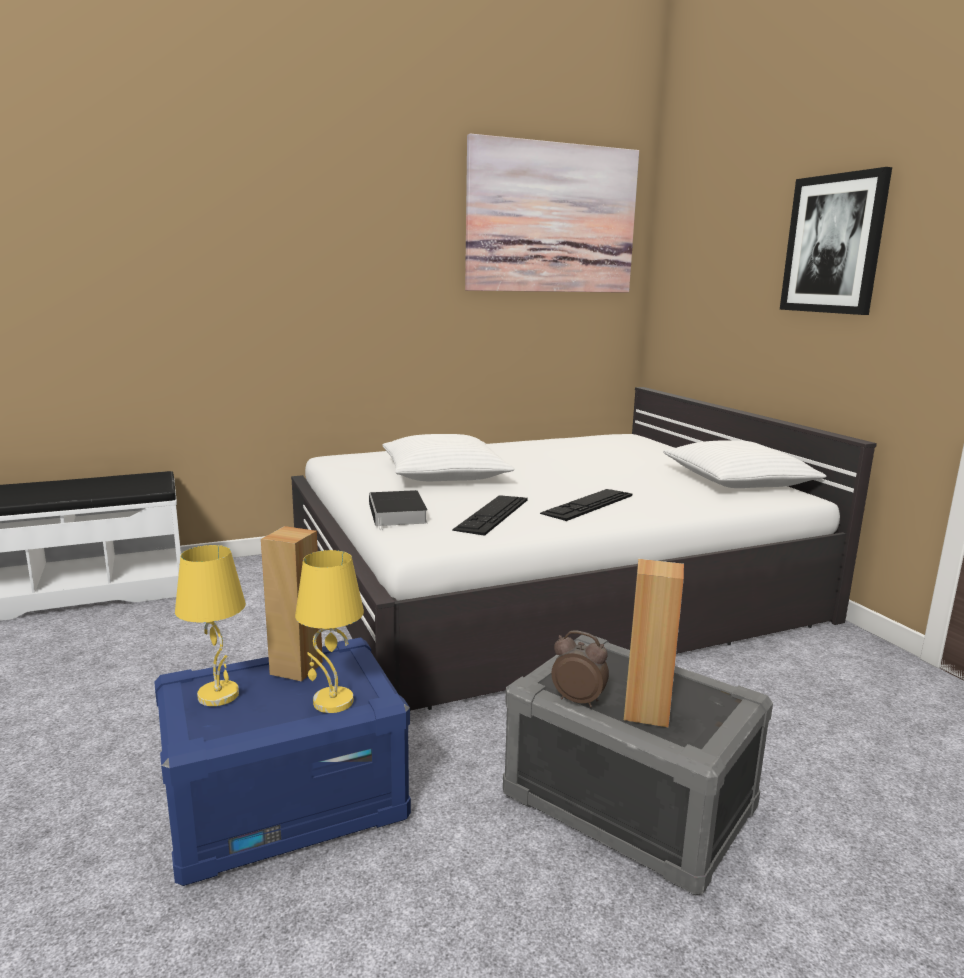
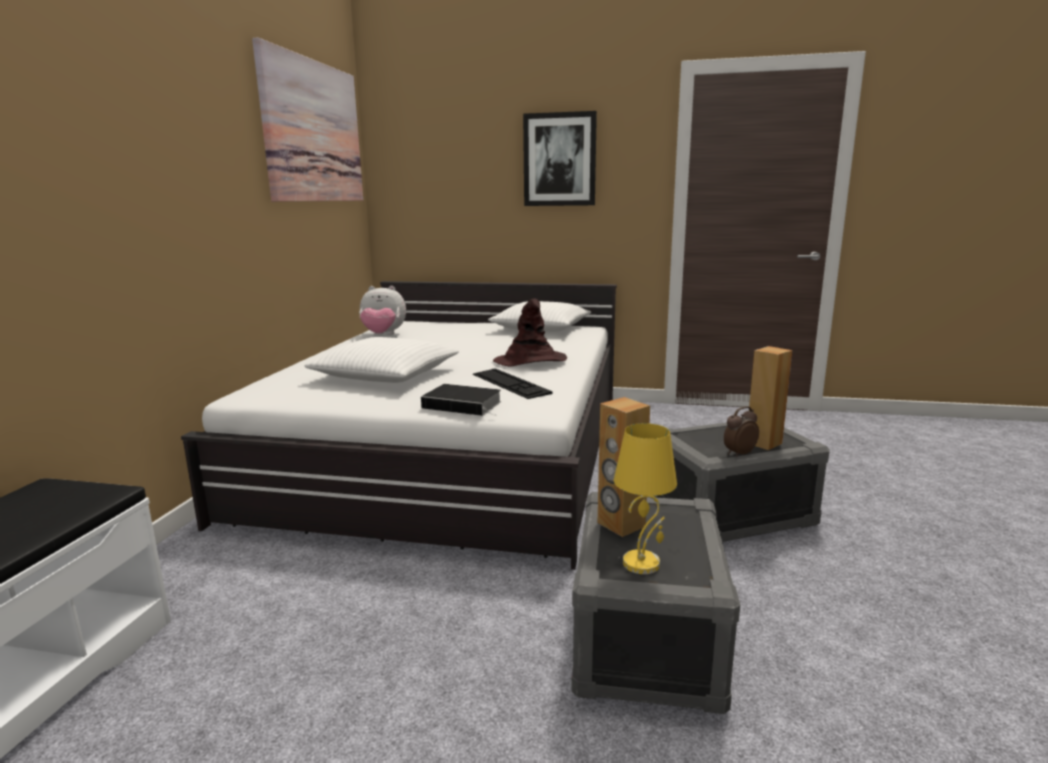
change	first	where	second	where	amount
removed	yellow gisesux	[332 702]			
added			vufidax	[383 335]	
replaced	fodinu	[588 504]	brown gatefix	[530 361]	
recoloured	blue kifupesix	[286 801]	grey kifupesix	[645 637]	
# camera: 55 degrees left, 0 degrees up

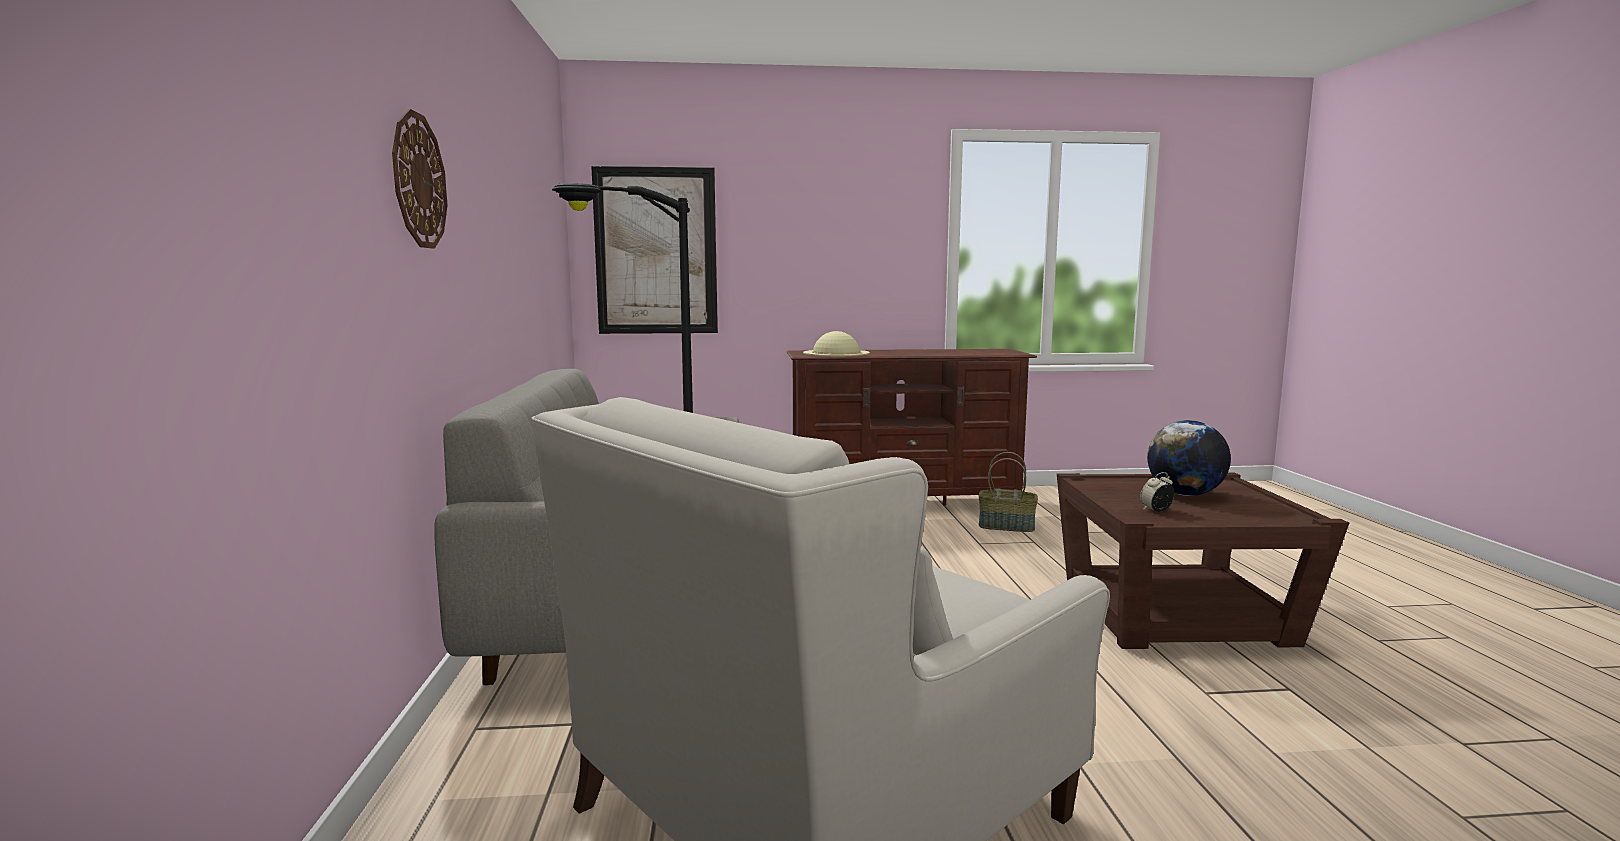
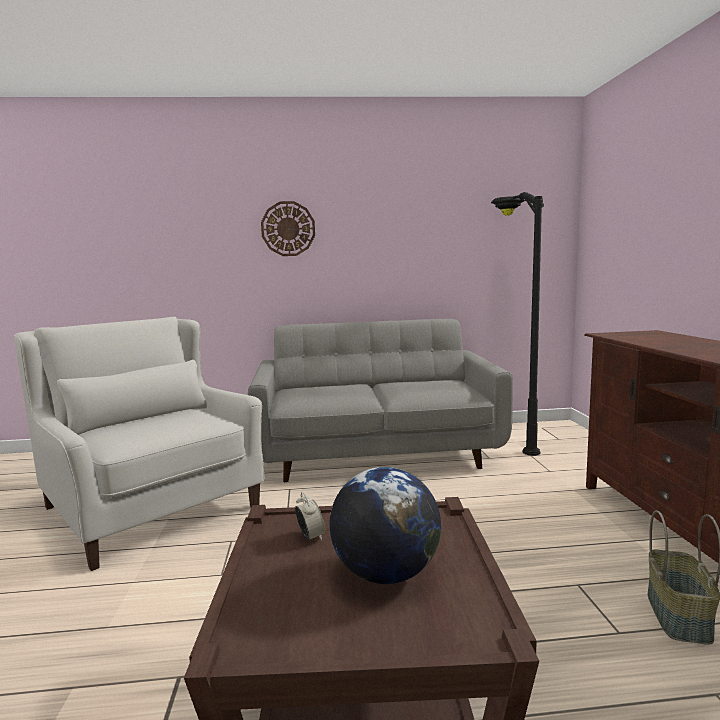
change	first	where	second	where	amount
removed	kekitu	[656 251]			
removed	beige gatefix	[836 353]			
# camera: 90 degrees right, 0 degrees up

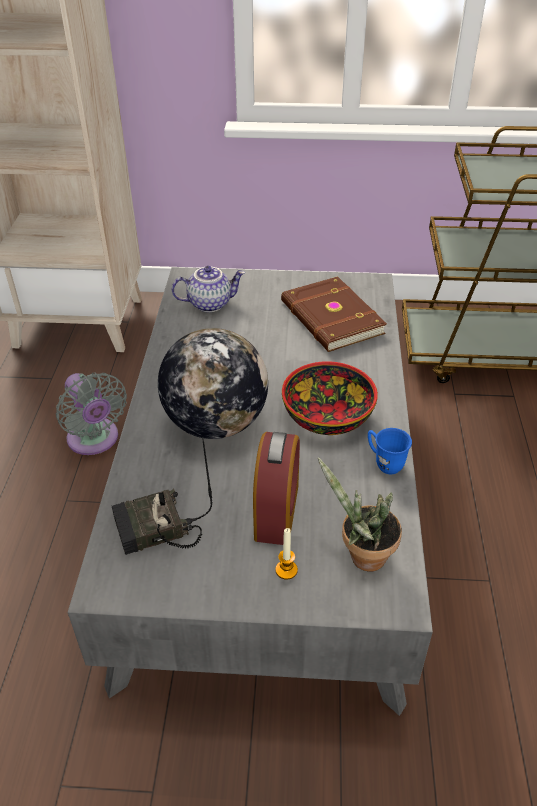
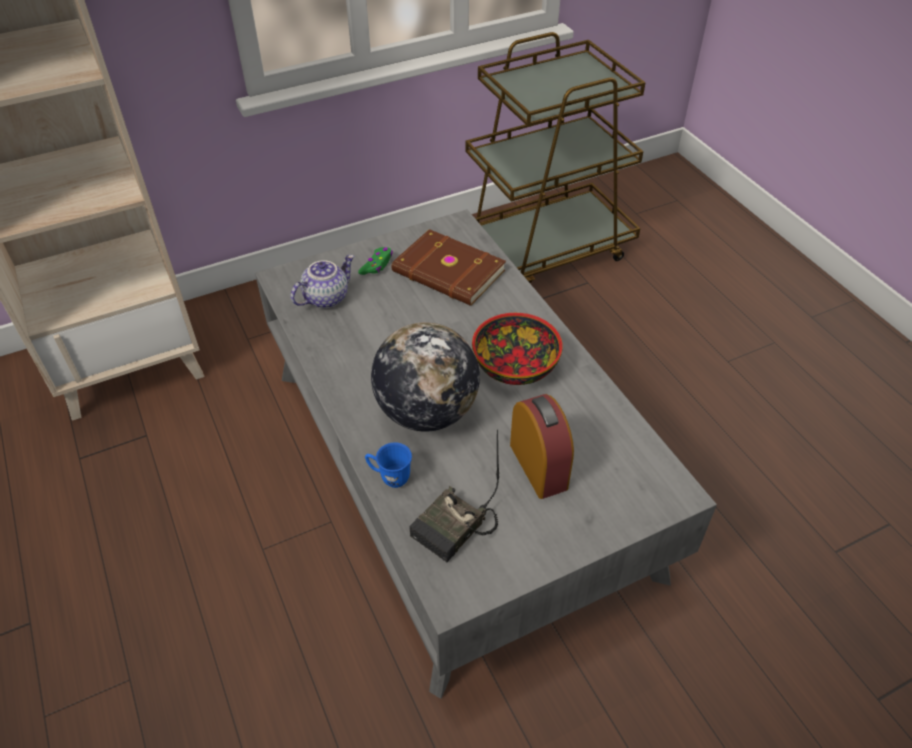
change	first	where	second	where	amount
removed	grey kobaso	[95 440]			
removed	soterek	[286 570]			
removed	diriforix	[362 556]			
added			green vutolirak	[377 265]	
moved	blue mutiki	[384 463]		[389 477]	
# camera: 30 degrees left, 5 degrees up

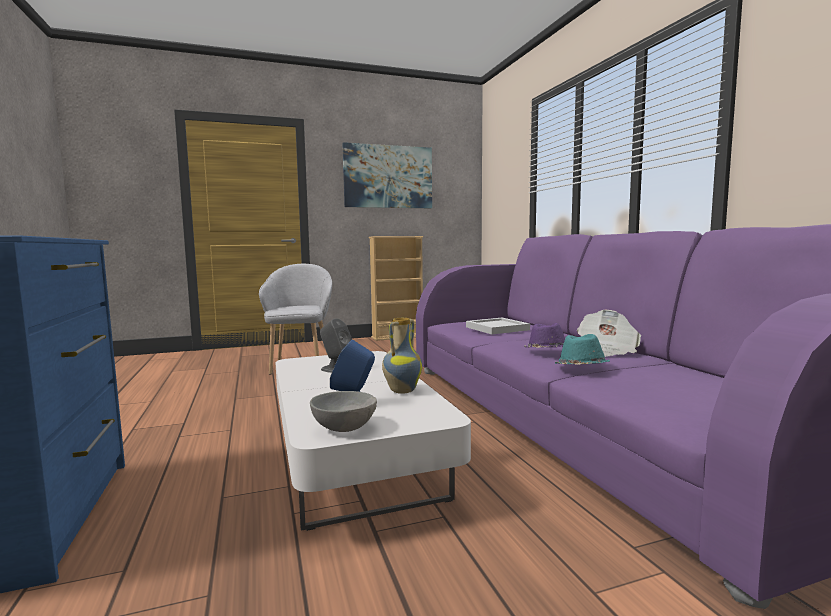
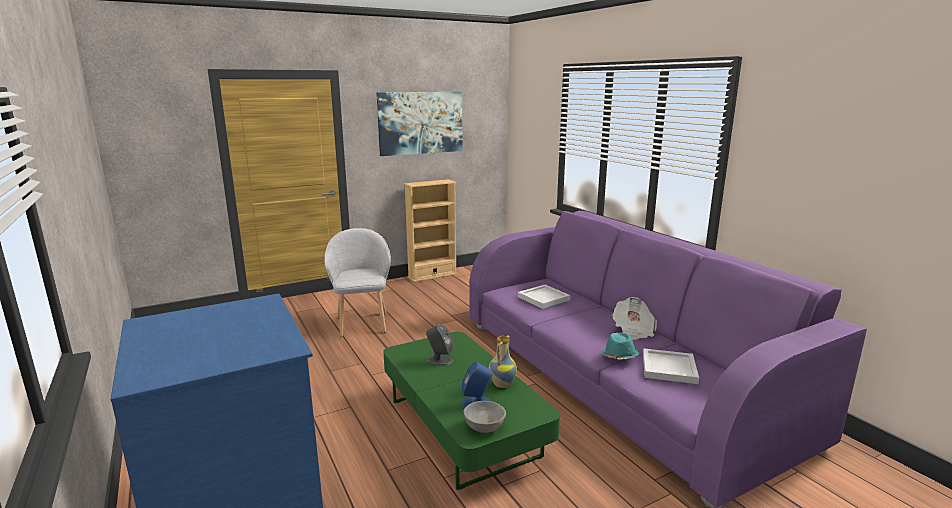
change	first	where	second	where	amount
removed	purple gatefix	[546 352]			
added			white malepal	[669 368]	
recoloured	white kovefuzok	[355 459]	green kovefuzok	[462 428]	
# camera: 10 degrees left, 10 degrees up

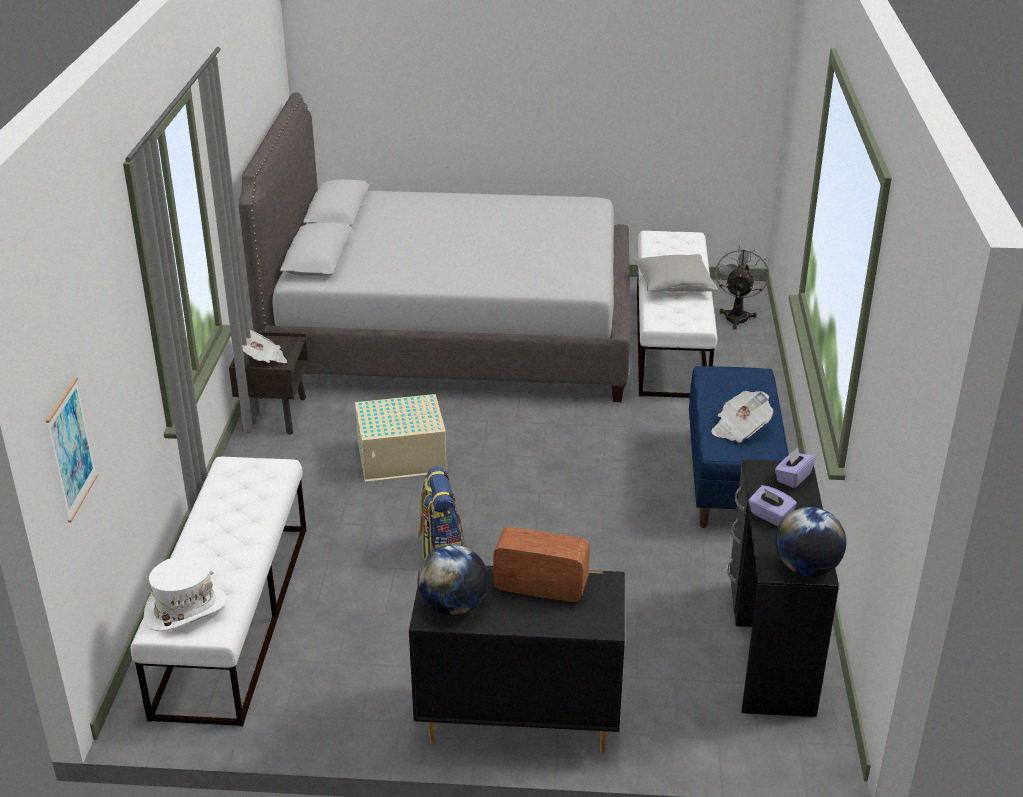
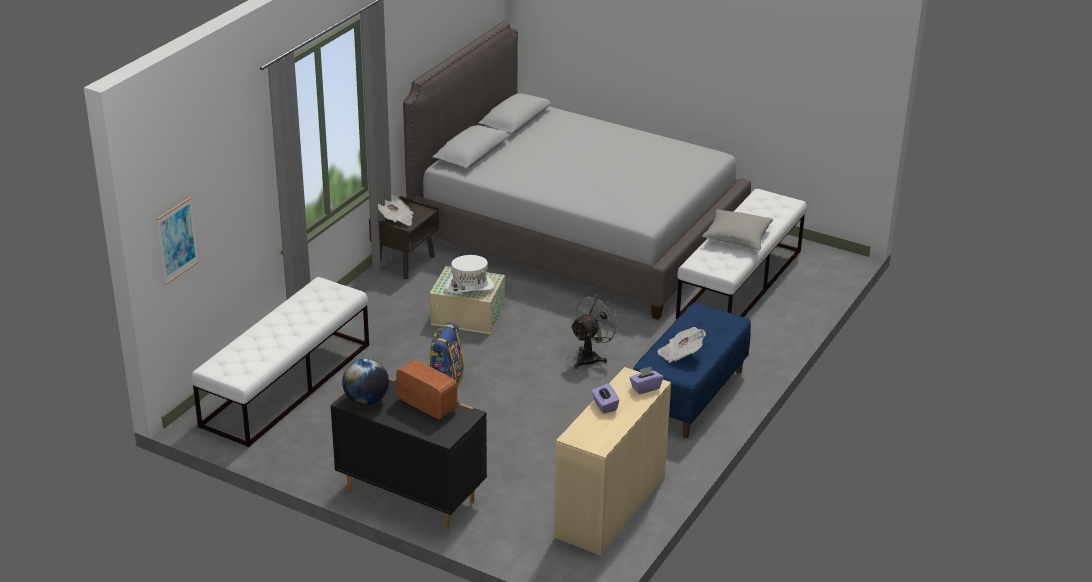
change	first	where	second	where	amount
removed	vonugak	[806 568]			
moved	white gatefix	[186 609]		[469 287]	
moved	grey kobaso	[737 316]		[591 357]	
recoloured	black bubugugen	[767 646]	beige bubugugen	[609 506]	
# camera: 25 degrees right, 0 degrees up

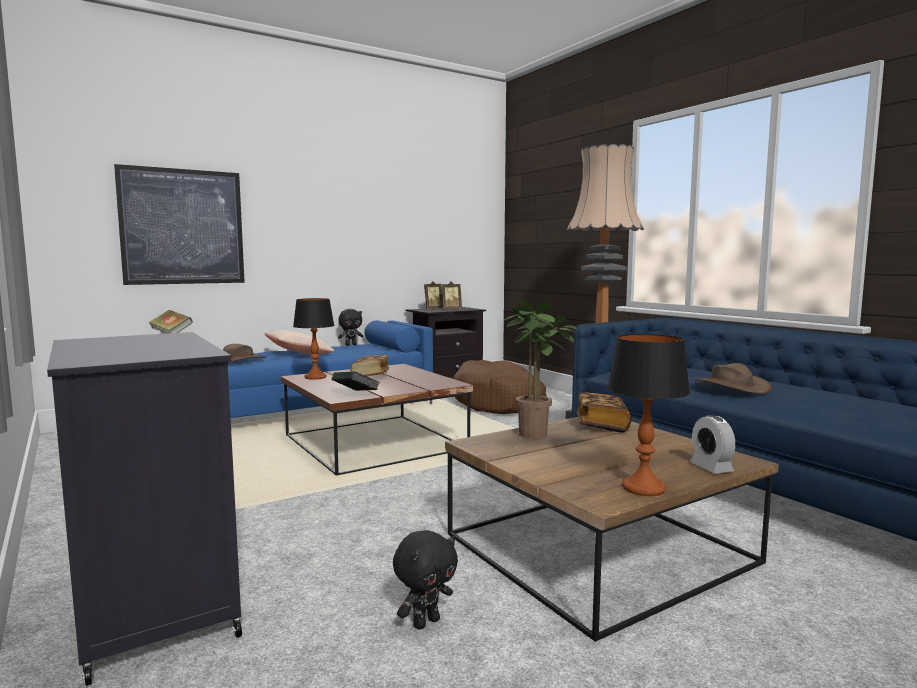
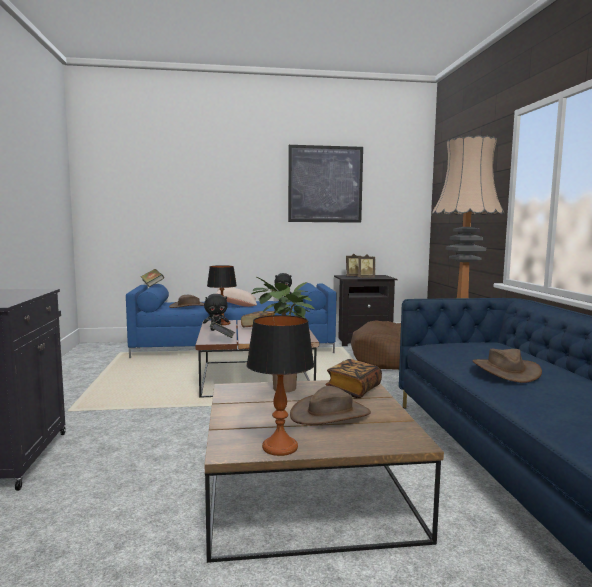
change	first	where	second	where	amount
removed	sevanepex	[711 468]			
added			brown gatefix	[330 414]	
moved	kekitu	[183 227]		[325 184]	
moved	black vufidax	[425 622]		[216 330]	
# camera: 25 degrees right, 0 degrees up

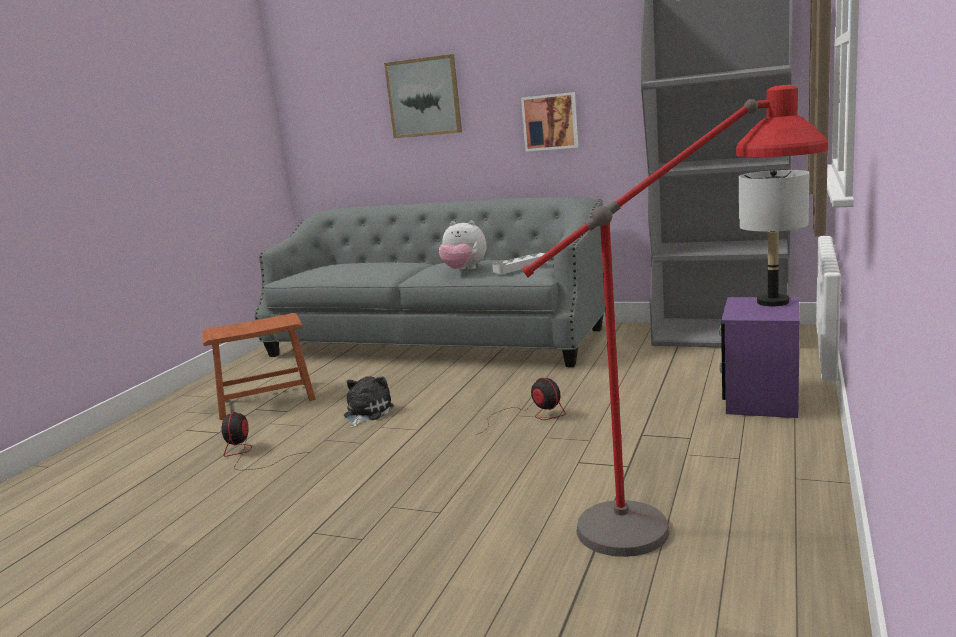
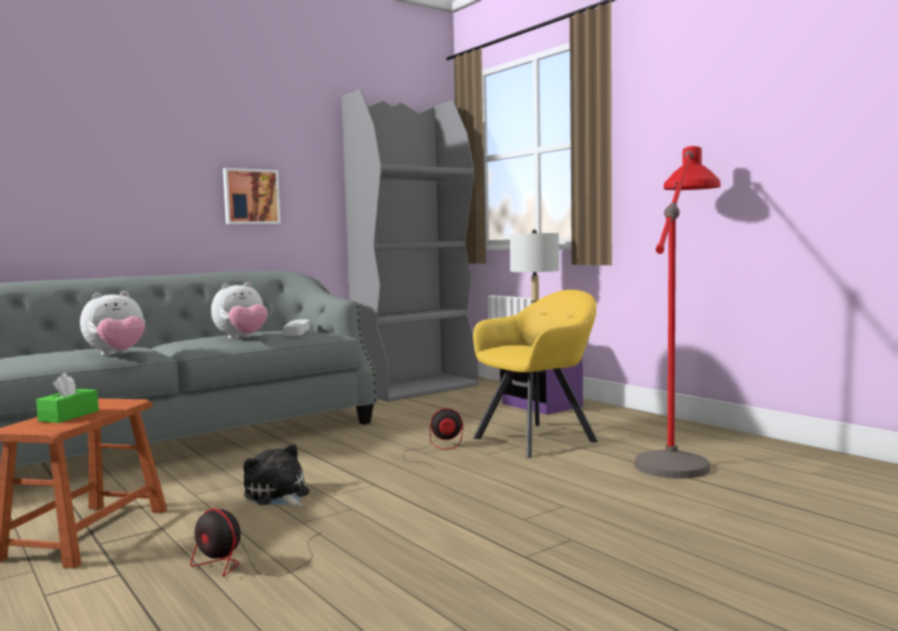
change	first	where	second	where	amount
removed	kekitu	[424 97]			
added			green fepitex	[69 416]	
added			vufidax	[117 354]	
added			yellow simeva	[539 438]	
# camera: 60 degrees left, 10 degrees down

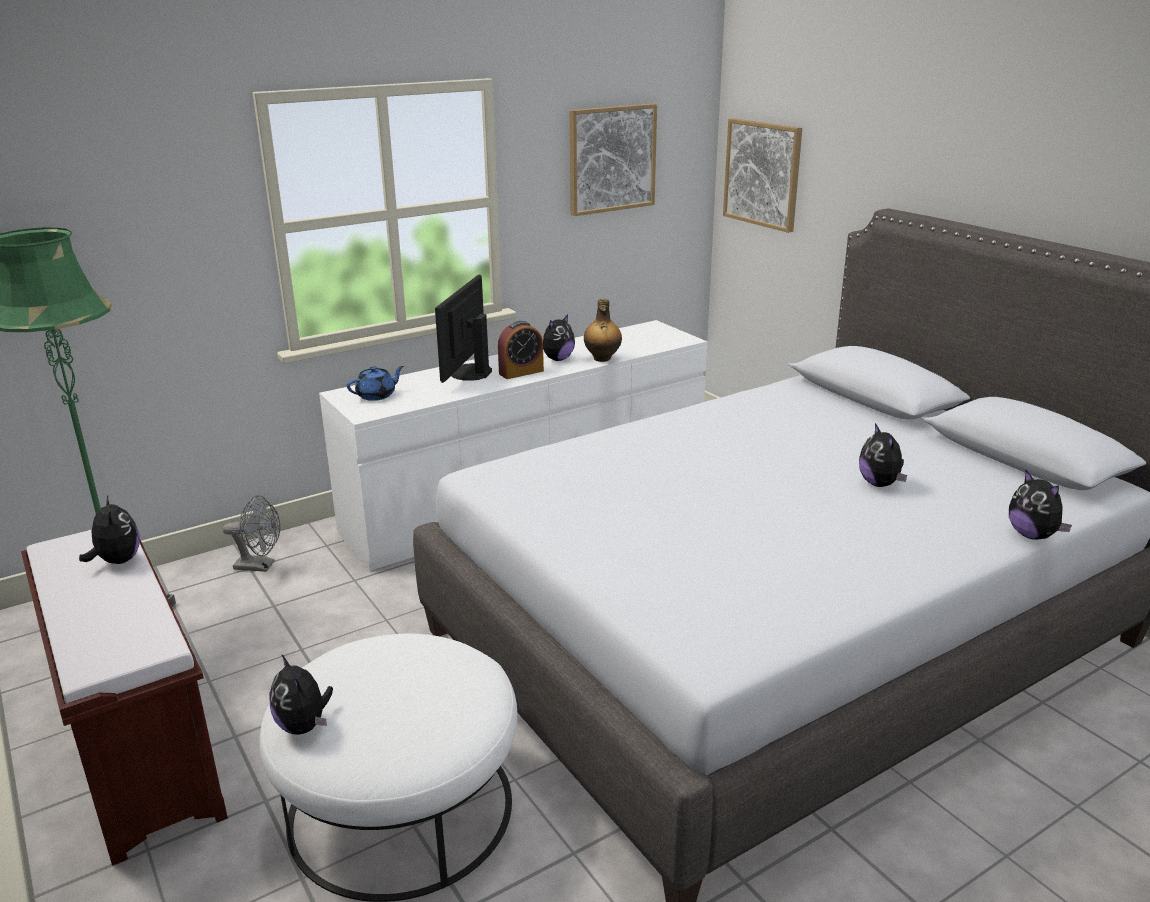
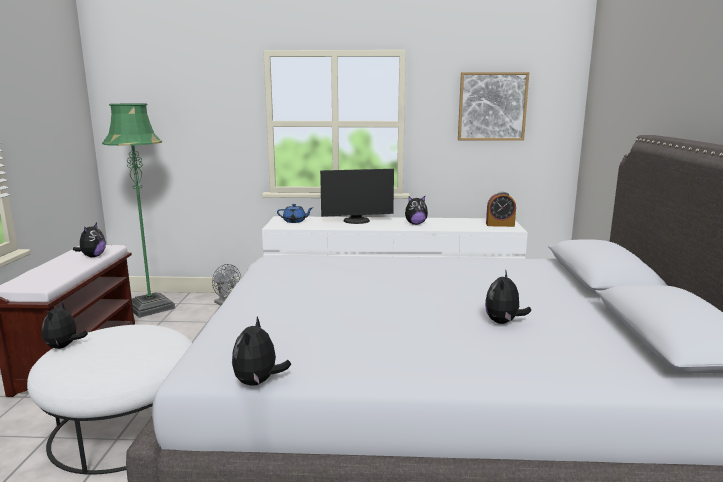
change	first	where	second	where	amount
removed	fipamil	[602 359]			
removed	kekitu	[762 174]			
moved	sevanepex	[521 372]		[500 225]	
moved	vufidax	[1032 535]		[258 382]	
turned	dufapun	[469 372]		[357 221]	150 degrees counterclockwise
# camera: 35 degrees right, 10 degrees down

